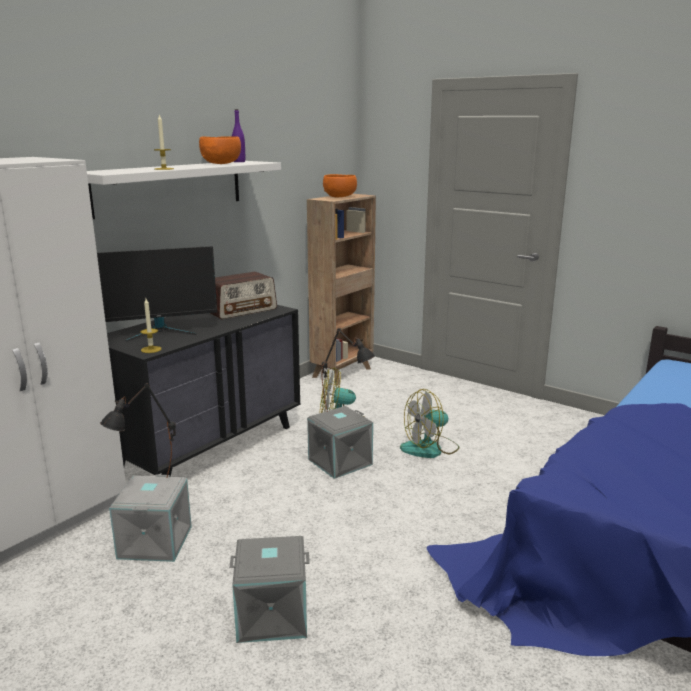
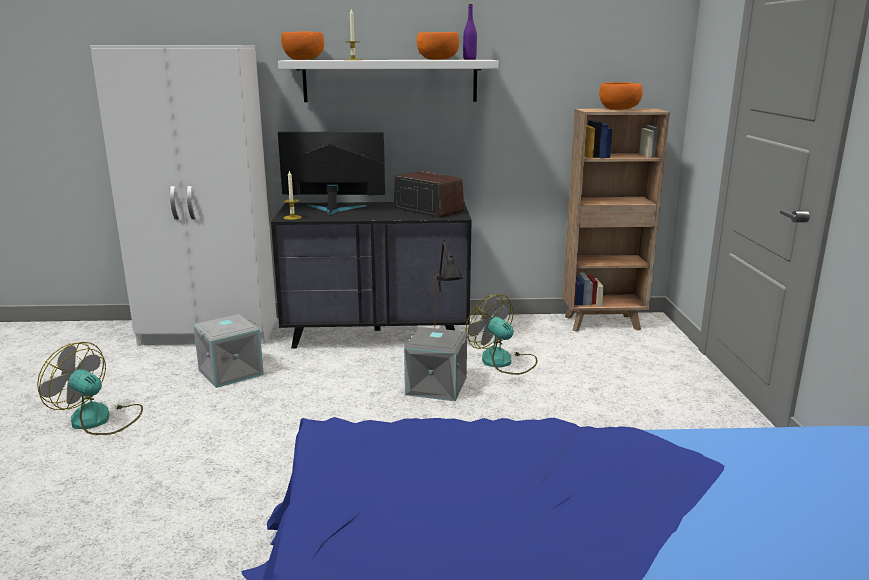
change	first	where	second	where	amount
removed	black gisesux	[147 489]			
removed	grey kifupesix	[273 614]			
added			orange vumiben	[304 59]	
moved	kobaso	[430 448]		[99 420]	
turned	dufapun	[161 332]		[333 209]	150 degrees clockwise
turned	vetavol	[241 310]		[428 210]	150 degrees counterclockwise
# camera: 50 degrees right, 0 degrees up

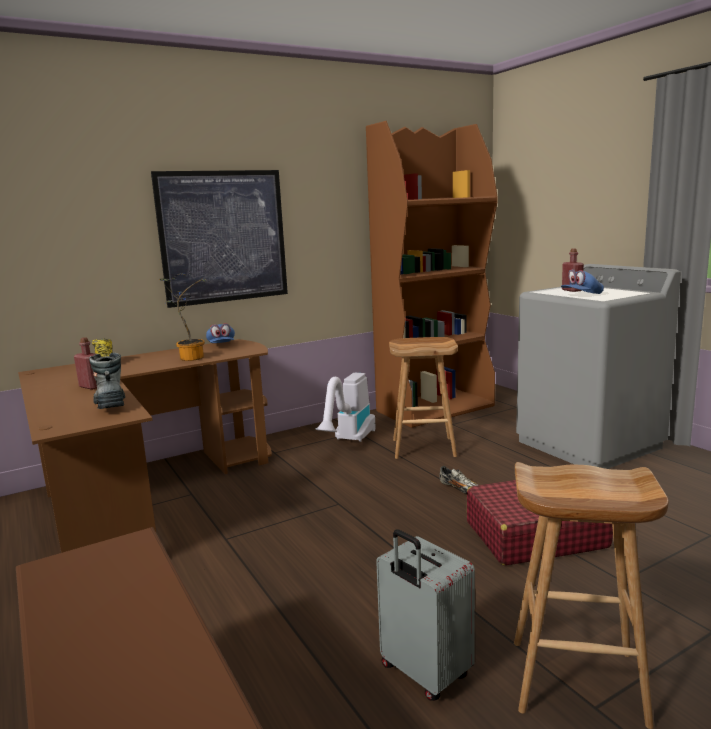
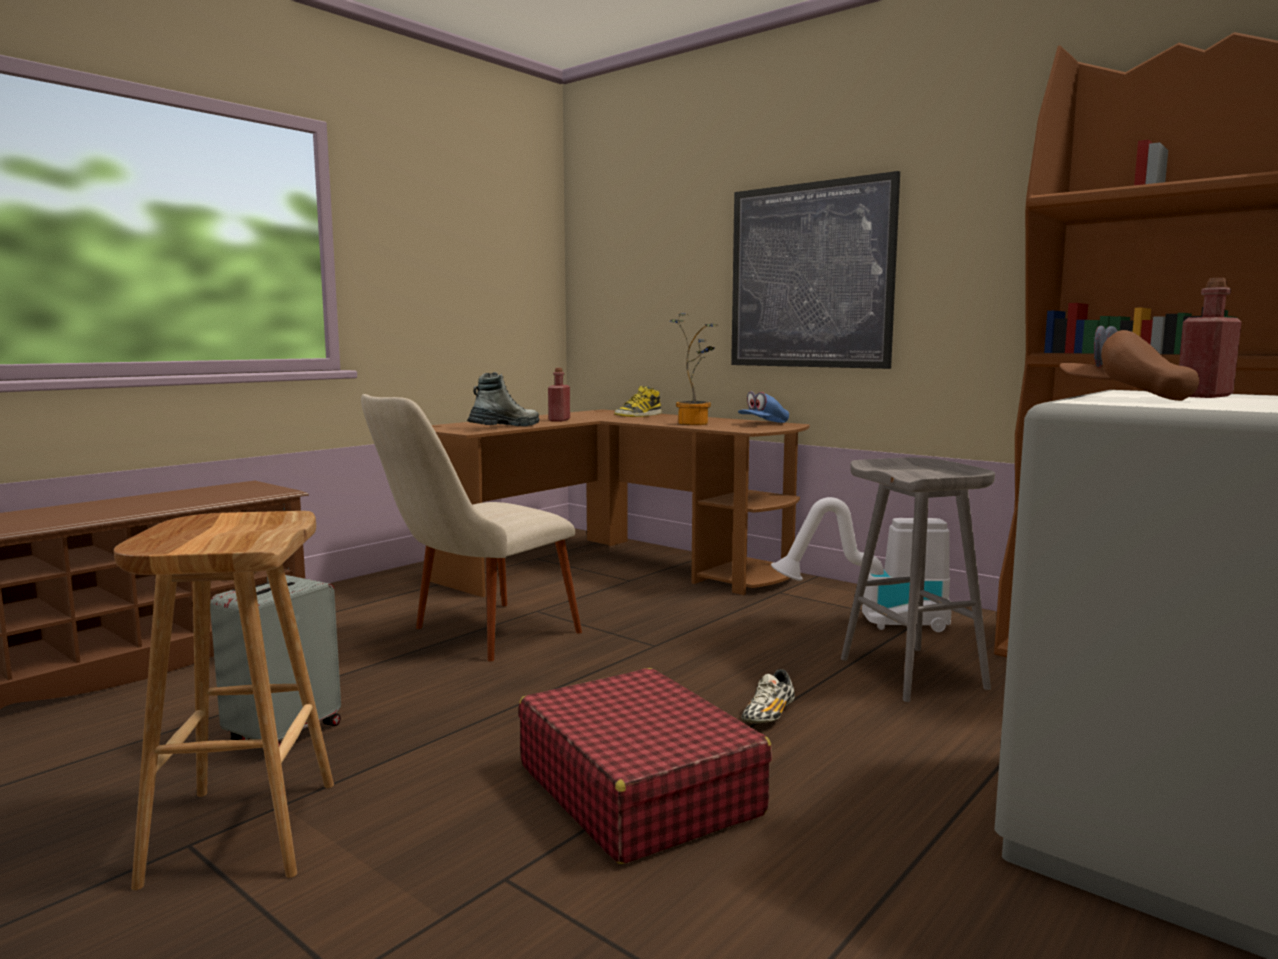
change	first	where	second	where	amount
added			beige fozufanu	[474 637]	
recoloured	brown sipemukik	[424 447]	grey sipemukik	[914 674]	
recoloured	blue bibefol	[581 295]	brown bibefol	[1124 398]	
# camera: 70 degrees right, 5 degrees down

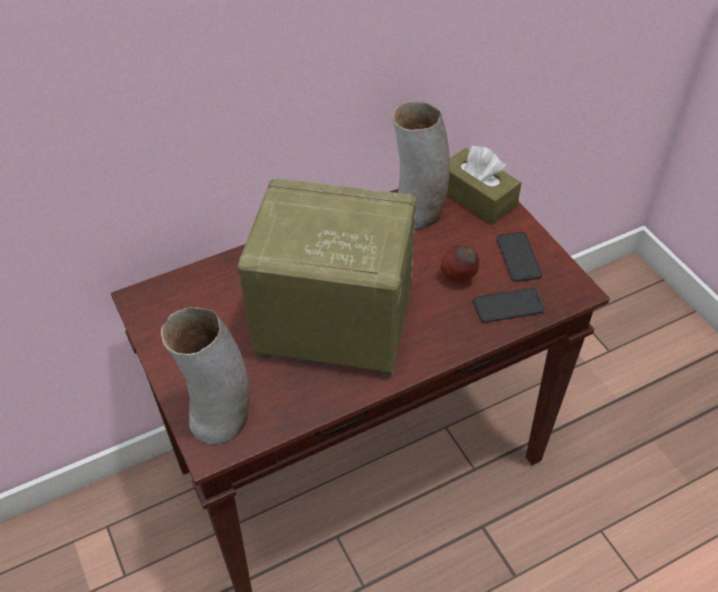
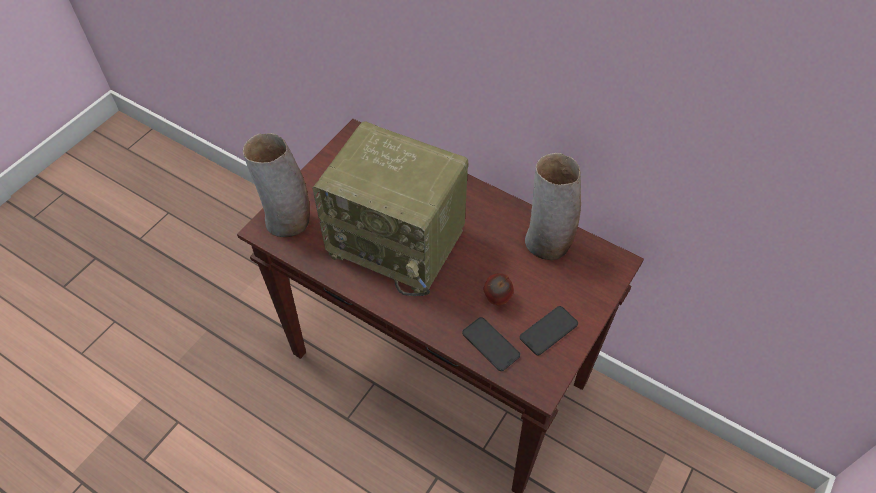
change	first	where	second	where	amount
removed	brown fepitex	[477 197]			
turned	vetavol	[330 324]		[399 242]	135 degrees clockwise
# camera: 60 degrees right, 5 degrees up

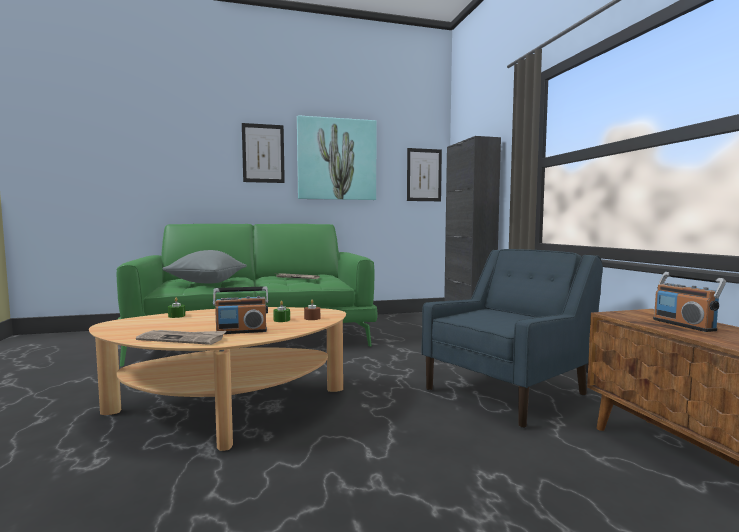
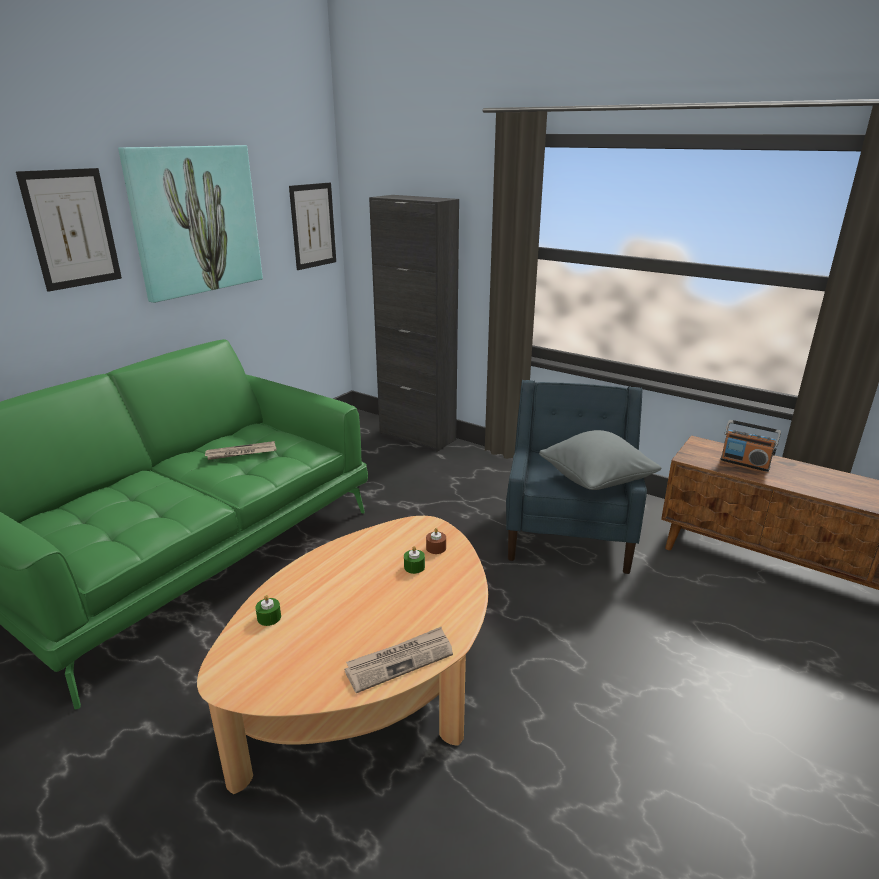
change	first	where	second	where	amount
removed	vetavol	[241 331]			
moved	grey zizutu	[206 283]		[596 482]	
# camera: 40 degrees left, 20 degrees up

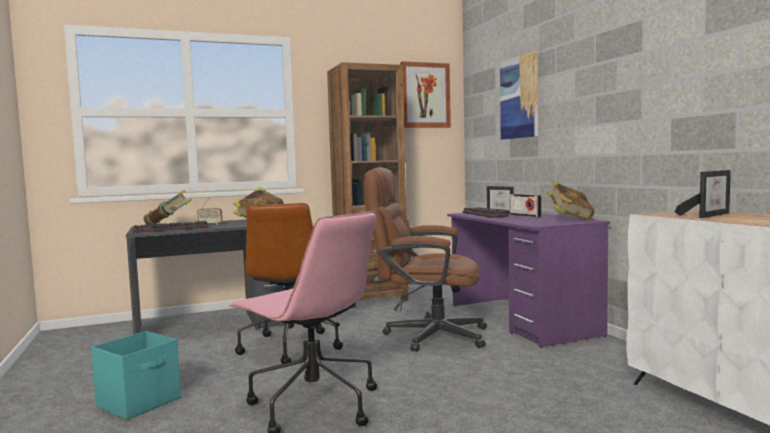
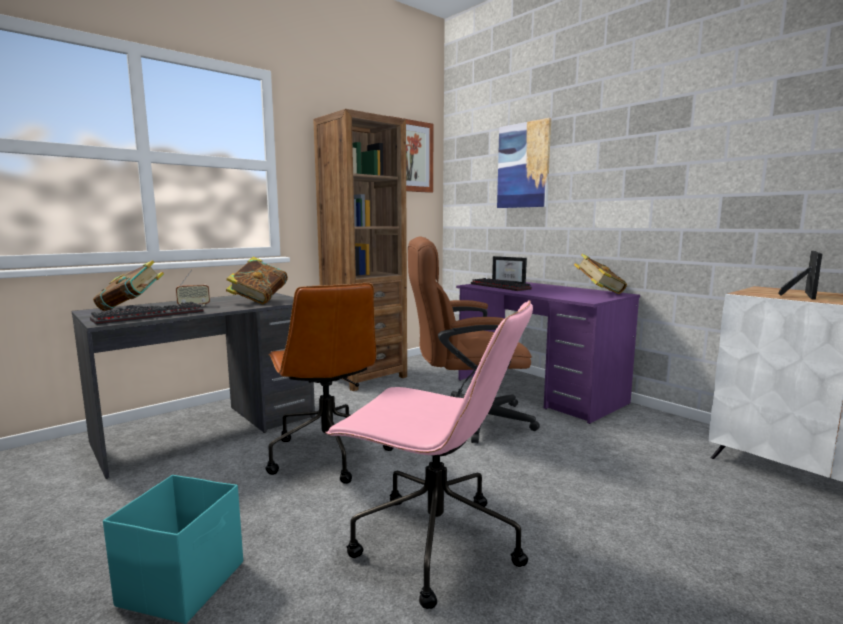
change	first	where	second	where	amount
removed	vetavol	[525 215]			
# camera: 20 degrees left, 5 degrees up

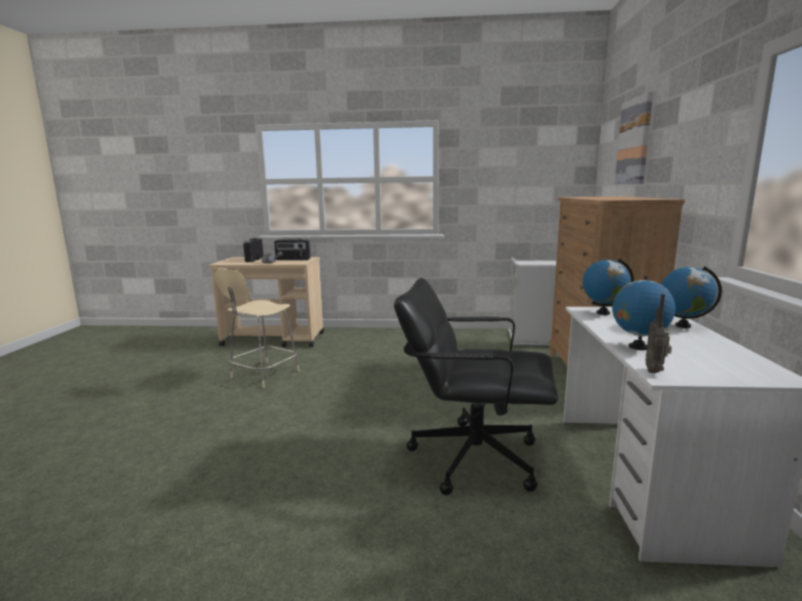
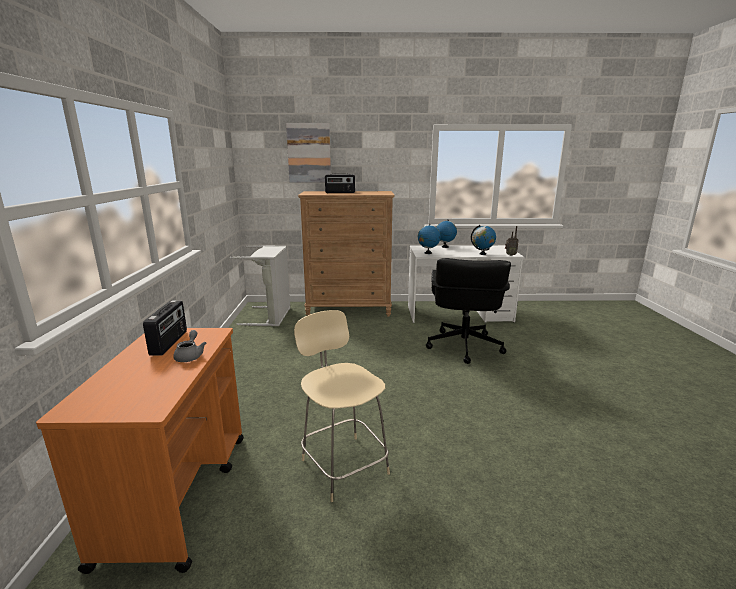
change	first	where	second	where	amount
moved	vetavol	[254 259]		[340 192]	
recoloured	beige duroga	[274 339]	orange duroga	[178 493]	
turned	beige fozufanu	[263 375]		[343 464]	150 degrees counterclockwise
# camera: 95 degrees left, 5 degrees up

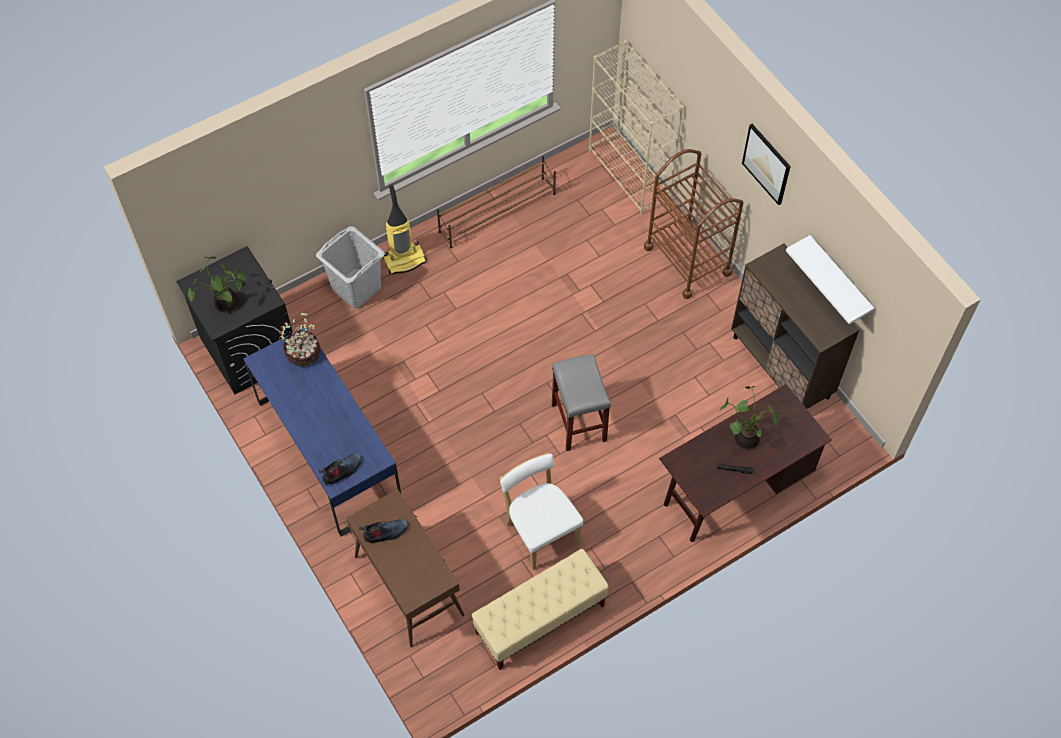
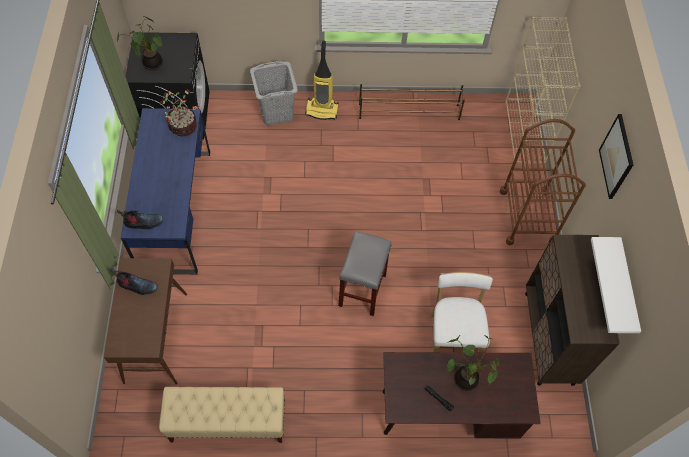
change	first	where	second	where	amount
moved	white fozufanu	[540 531]		[453 334]	
# camera: 30 degrees right, 0 degrees up

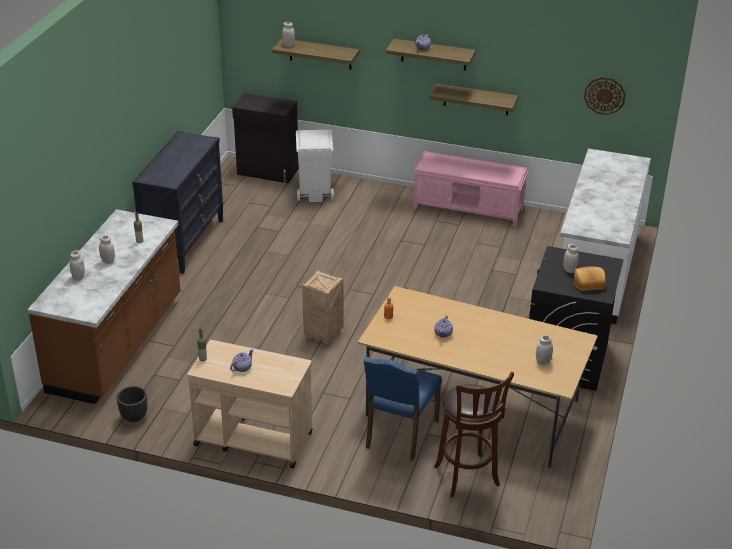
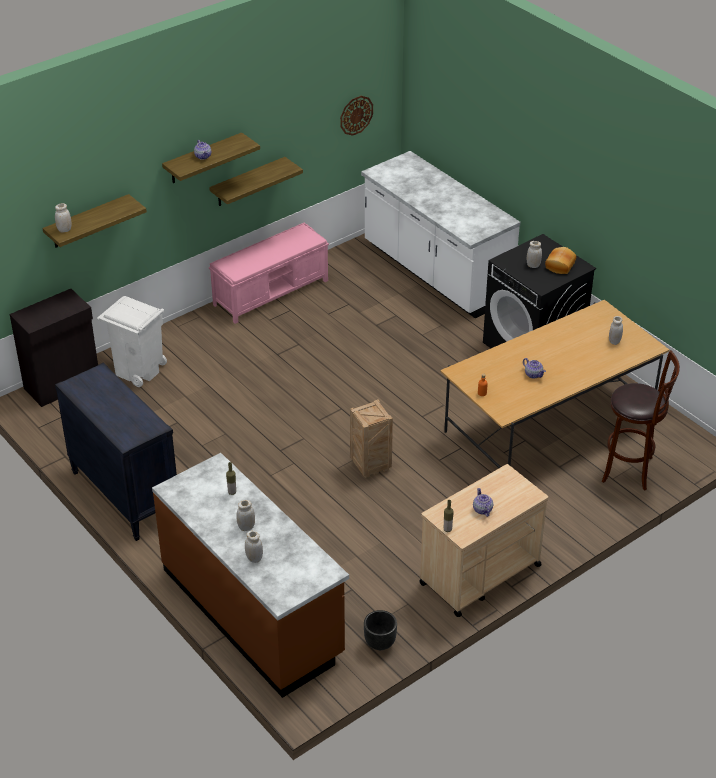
change	first	where	second	where	amount
removed	blue fozufanu	[399 434]			
# camera: 55 degrees left, 5 degrees up

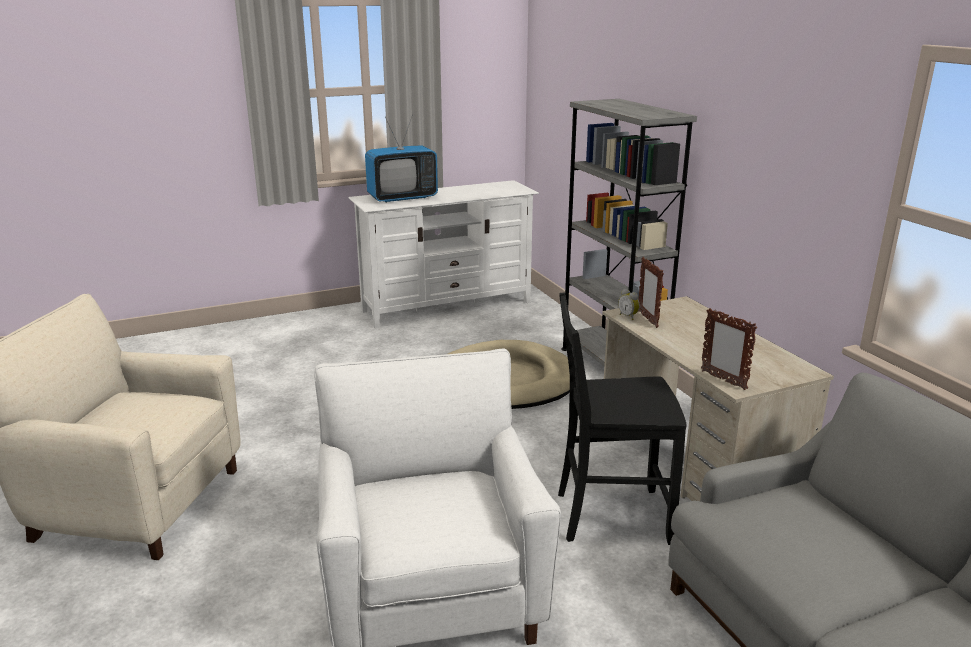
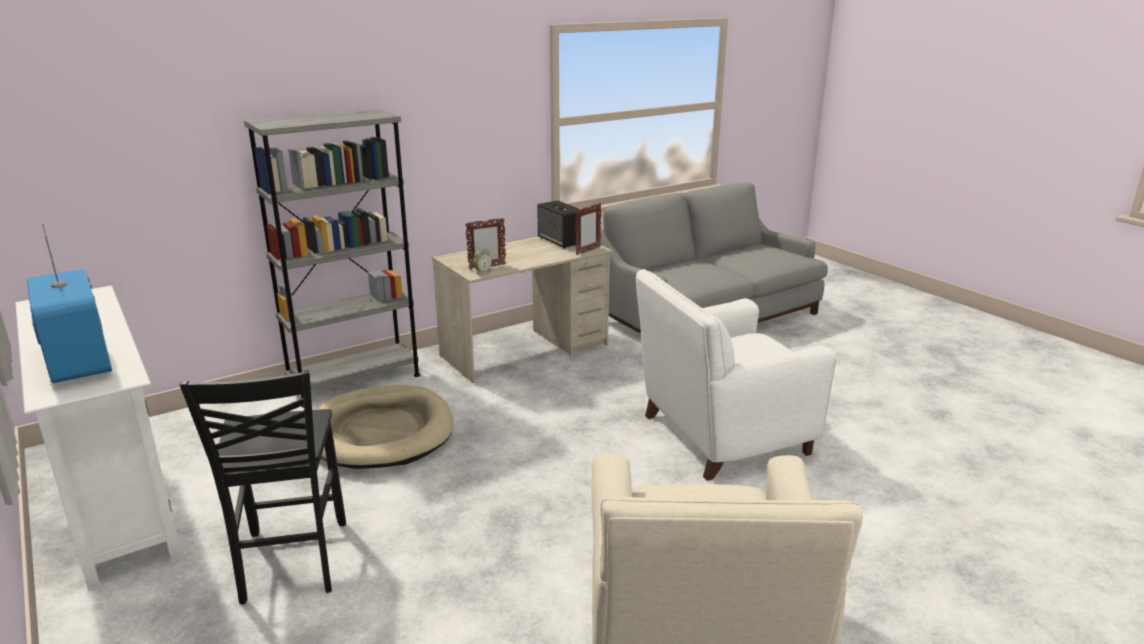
change	first	where	second	where	amount
added			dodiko	[561 241]	
moved	black fozufanu	[610 515]		[291 563]	
# camera: 100 degrees left, 0 degrees up

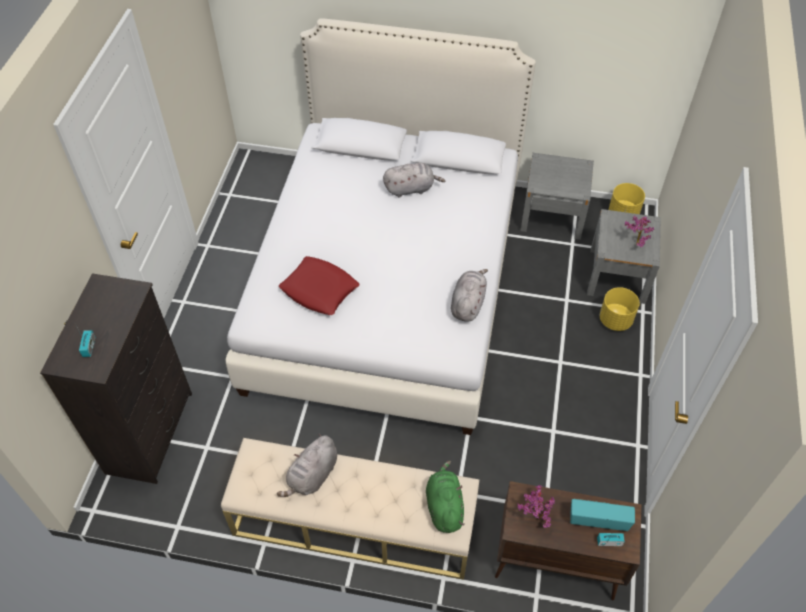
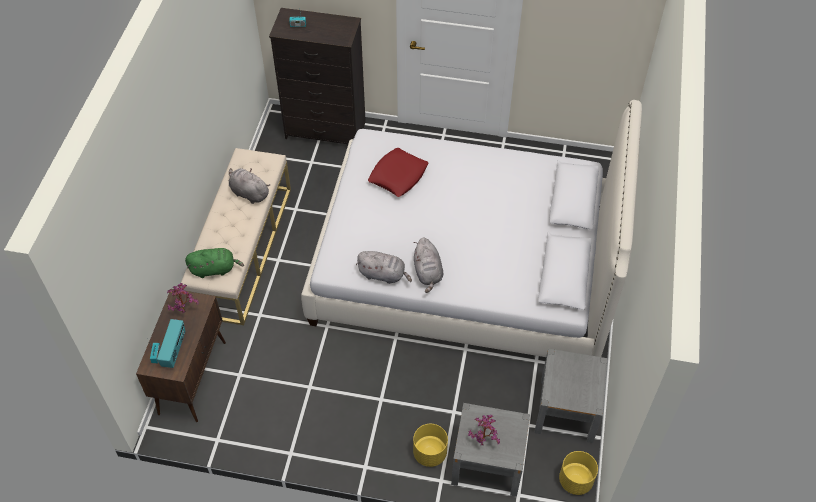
change	first	where	second	where	amount
moved	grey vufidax	[411 188]		[428 273]	
# camera: 90 degrees right, 0 degrees up

